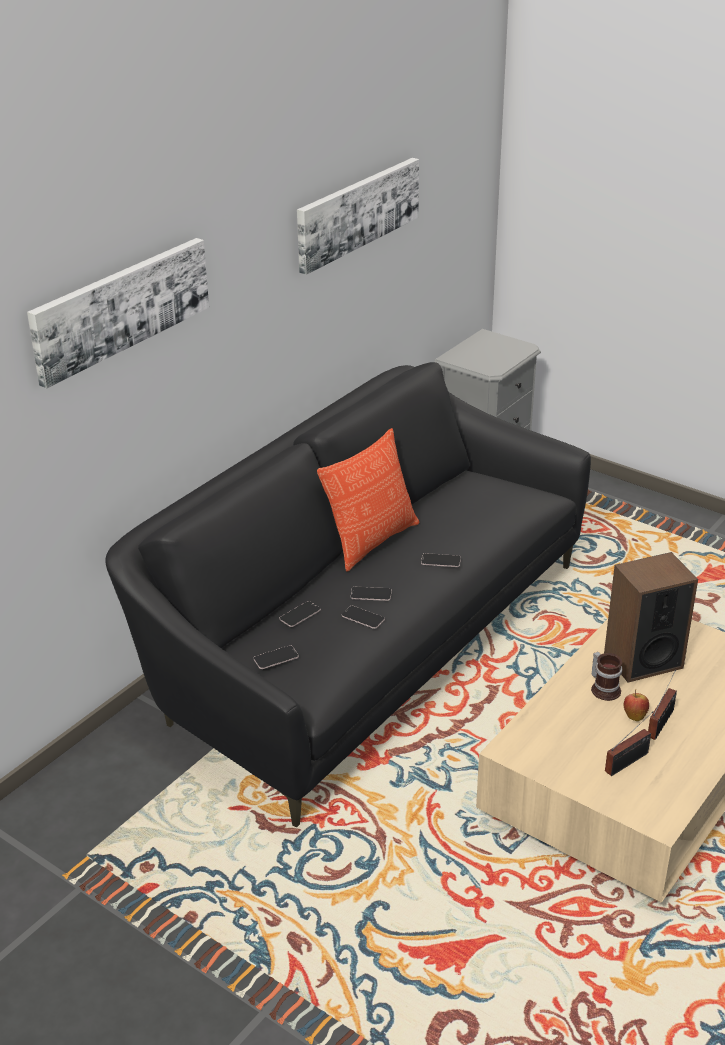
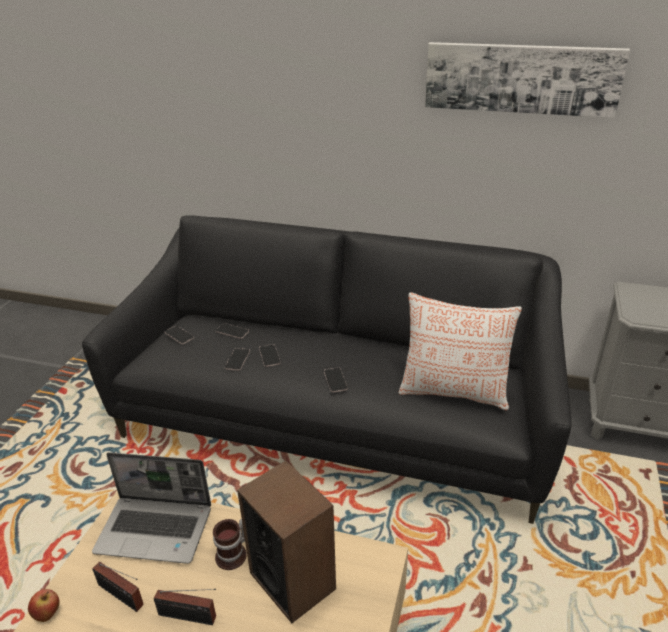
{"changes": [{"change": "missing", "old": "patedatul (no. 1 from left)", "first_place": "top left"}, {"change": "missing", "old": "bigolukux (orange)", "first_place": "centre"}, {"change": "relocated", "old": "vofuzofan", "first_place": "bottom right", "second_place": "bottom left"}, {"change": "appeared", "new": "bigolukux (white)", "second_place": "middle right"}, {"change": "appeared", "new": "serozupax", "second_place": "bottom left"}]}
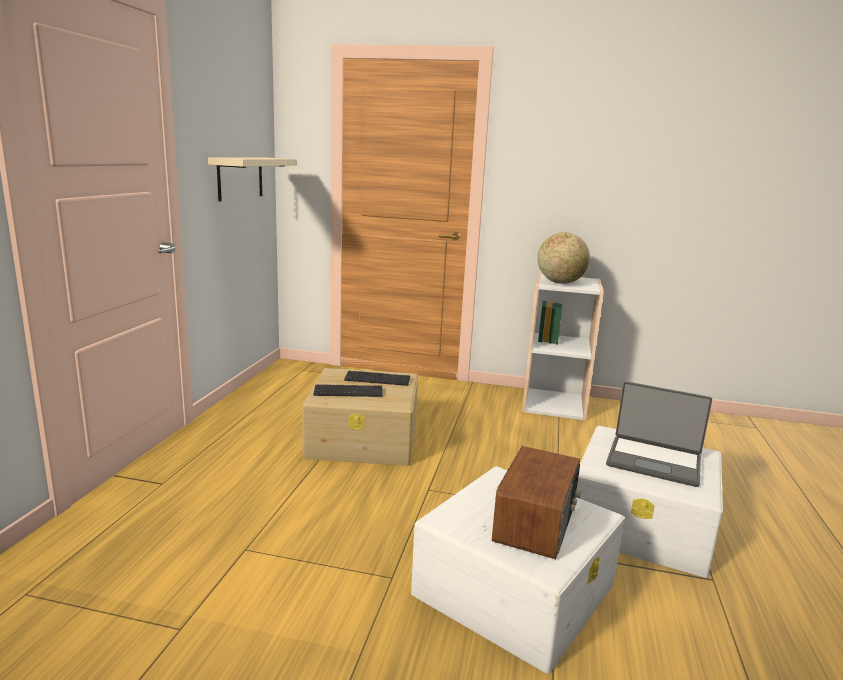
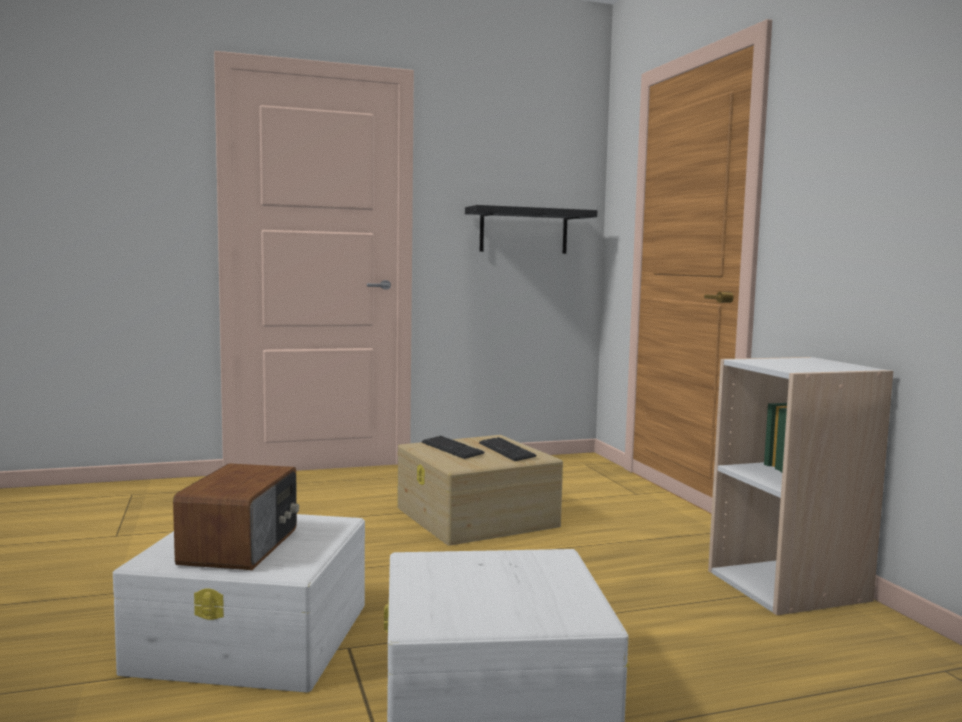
{"changes": [{"change": "colour", "old": "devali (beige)", "new": "devali (black)", "first_place": "top left", "second_place": "top centre"}, {"change": "missing", "old": "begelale", "first_place": "middle right"}, {"change": "missing", "old": "serozupax", "first_place": "middle right"}, {"change": "spun", "old": "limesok", "first_place": "bottom centre", "second_place": "bottom left", "degrees": -75}]}
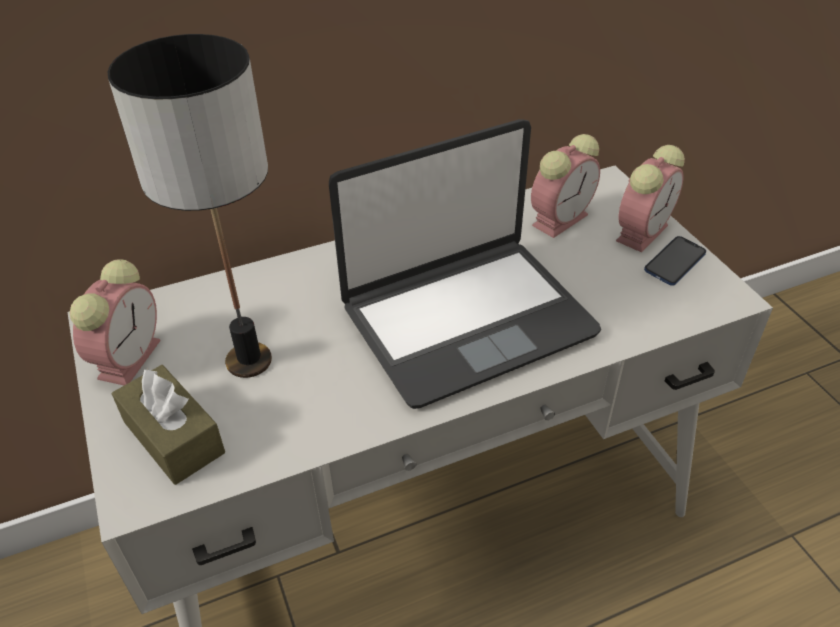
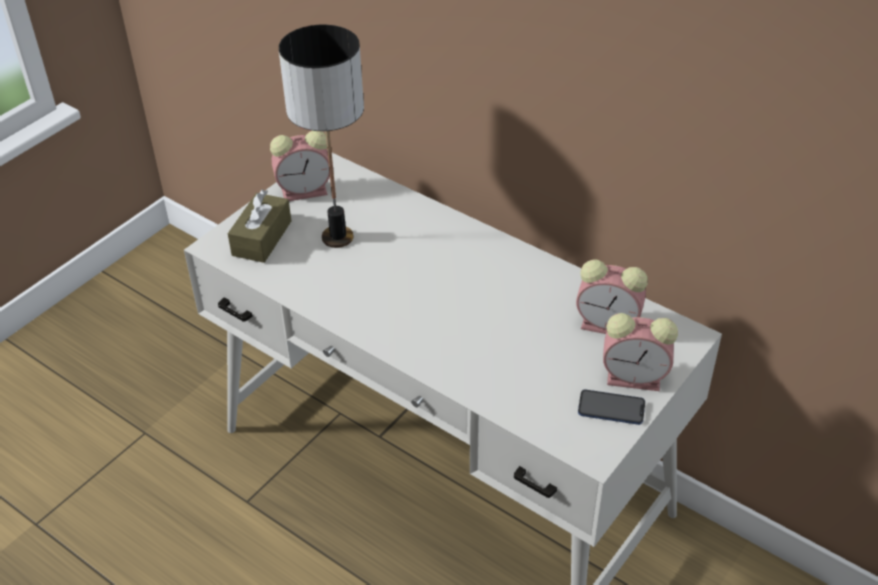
{"changes": [{"change": "missing", "old": "serozupax", "first_place": "centre"}]}
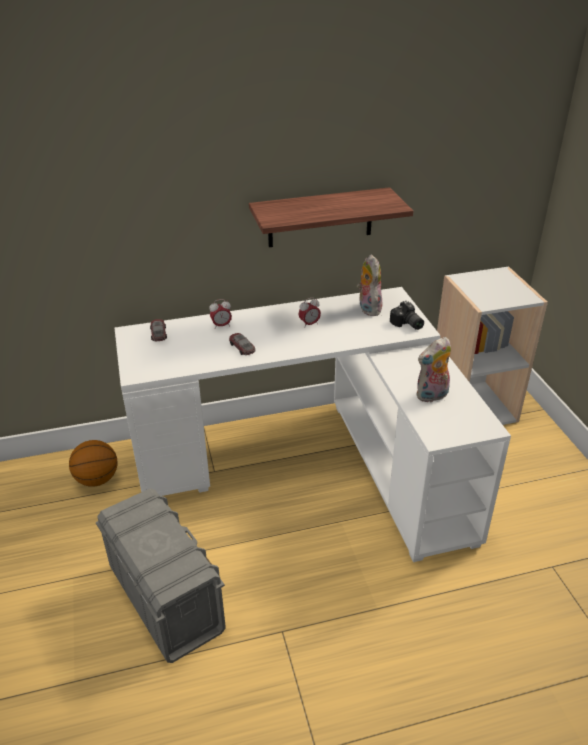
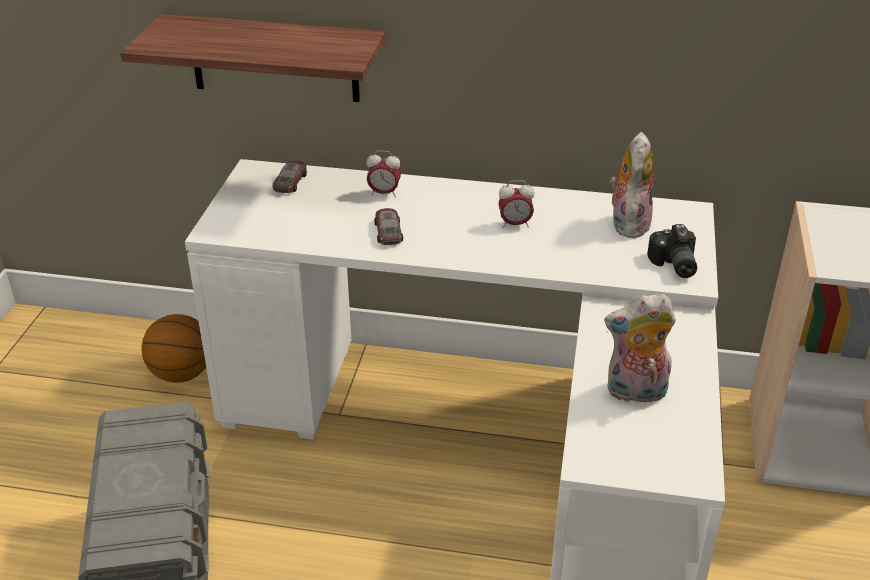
{"changes": [{"change": "relocated", "old": "devali", "first_place": "top centre", "second_place": "top left"}]}
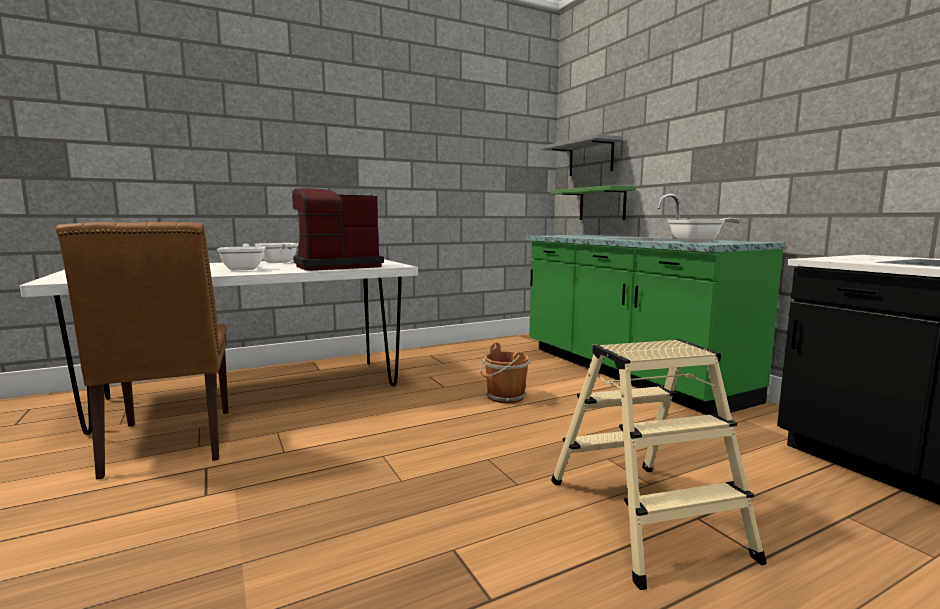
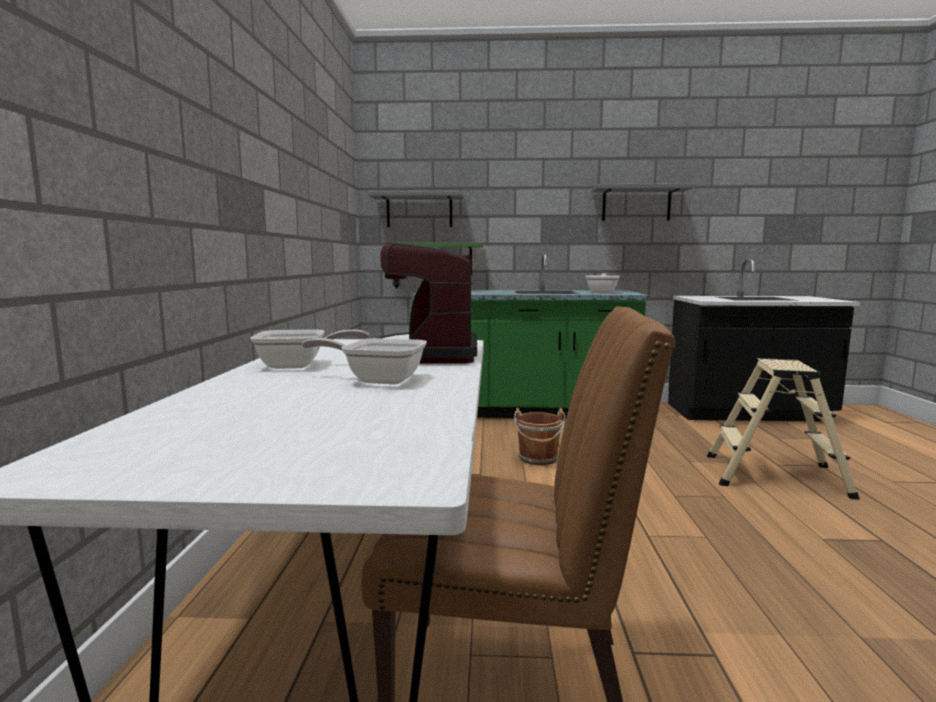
{"changes": [{"change": "appeared", "new": "devali (grey) (no. 2 from left)", "second_place": "top right"}]}
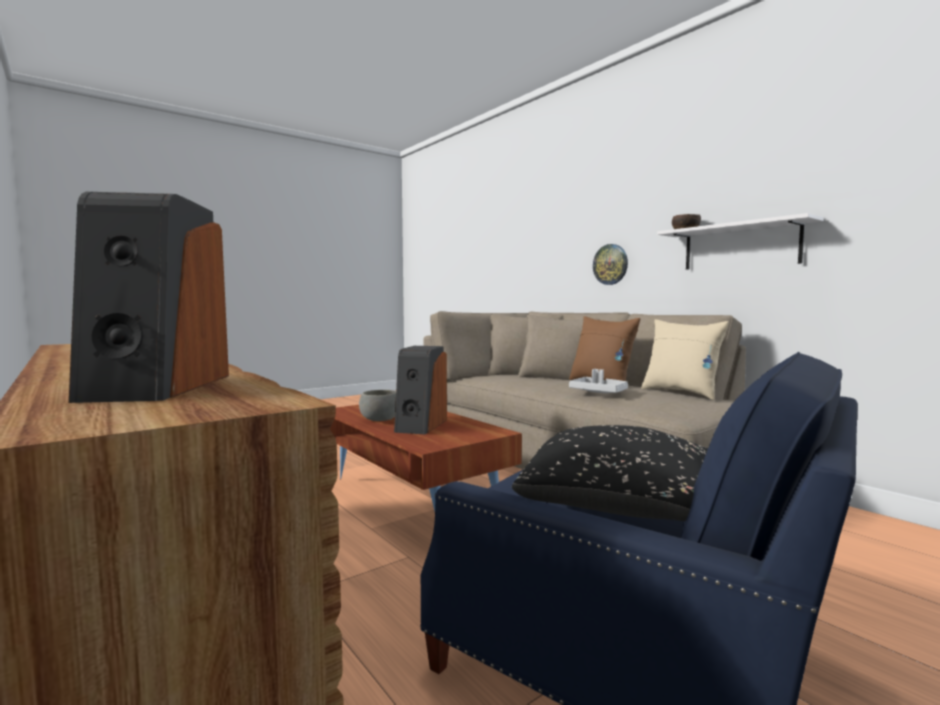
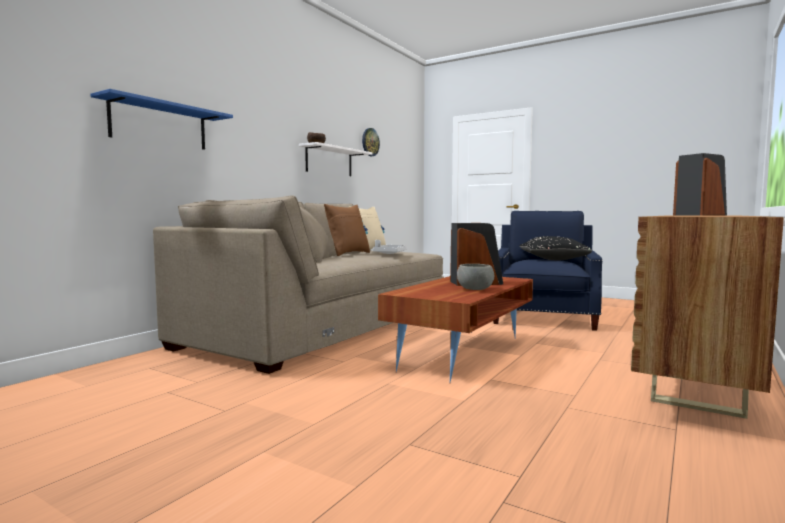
{"changes": [{"change": "relocated", "old": "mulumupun", "first_place": "centre", "second_place": "top centre"}, {"change": "appeared", "new": "devali (blue)", "second_place": "top left"}]}
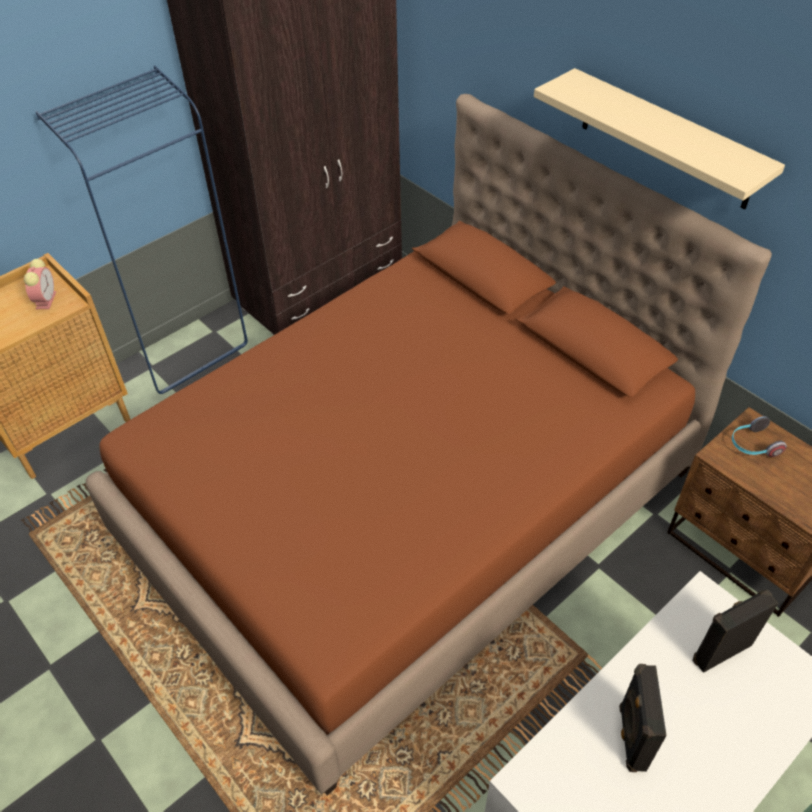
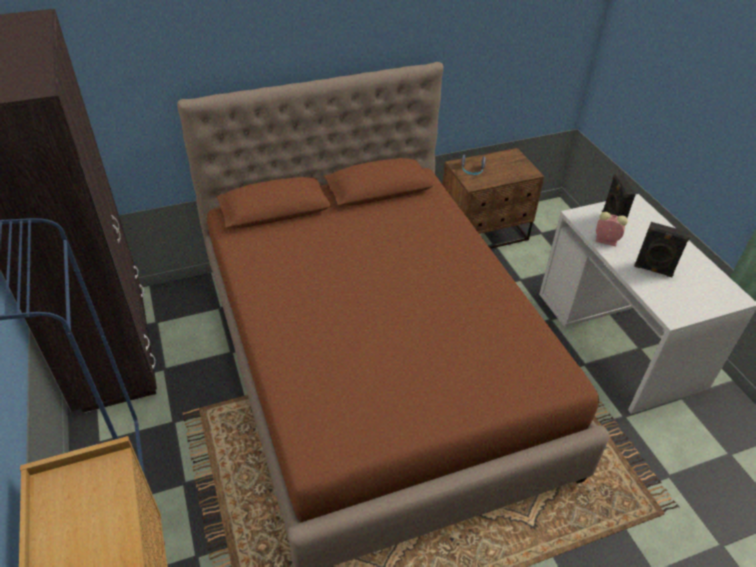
{"changes": [{"change": "missing", "old": "devali (beige)", "first_place": "top right"}, {"change": "relocated", "old": "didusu", "first_place": "middle left", "second_place": "middle right"}]}
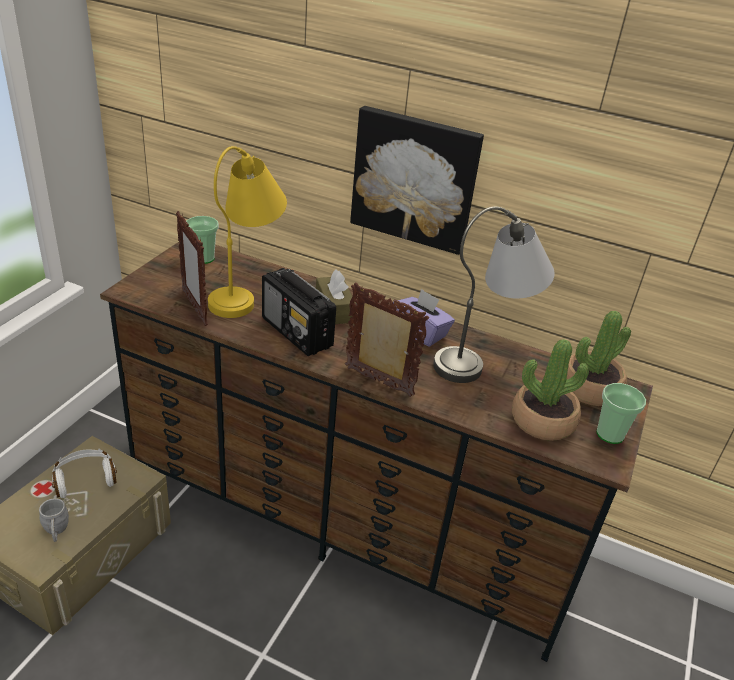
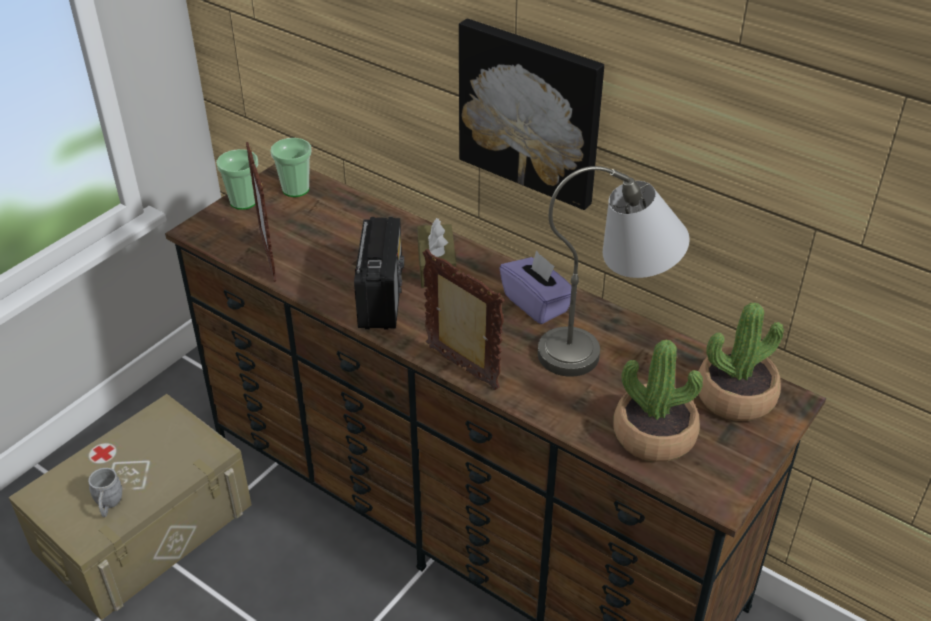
{"changes": [{"change": "missing", "old": "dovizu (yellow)", "first_place": "centre"}, {"change": "spun", "old": "limesok", "first_place": "centre", "second_place": "centre", "degrees": -150}, {"change": "relocated", "old": "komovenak (no. 2 from left in the first image)", "new": "komovenak (no. 1 from left)", "first_place": "middle right", "second_place": "top left"}, {"change": "missing", "old": "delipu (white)", "first_place": "bottom left"}]}
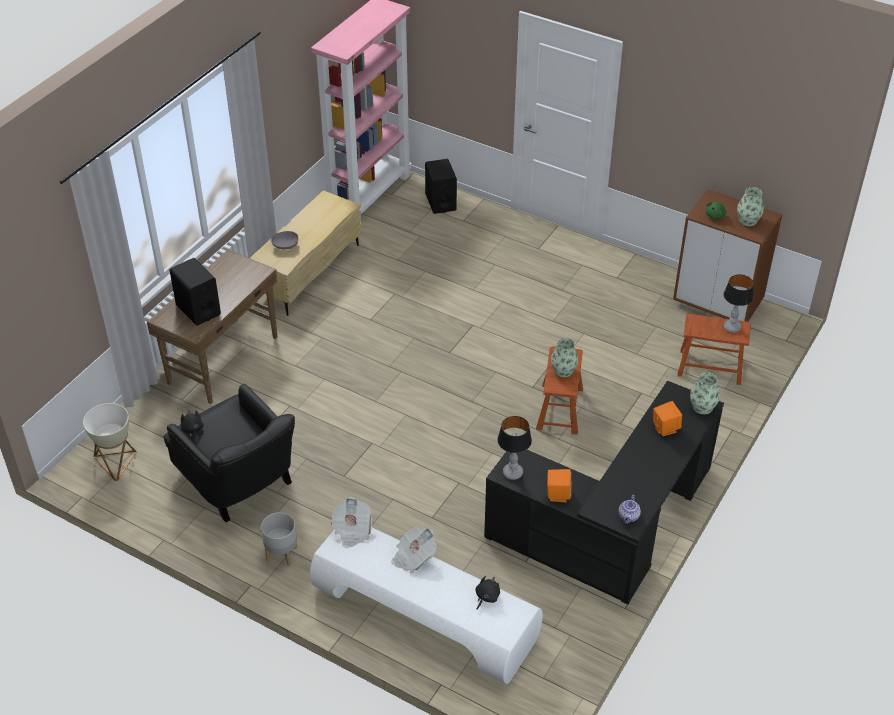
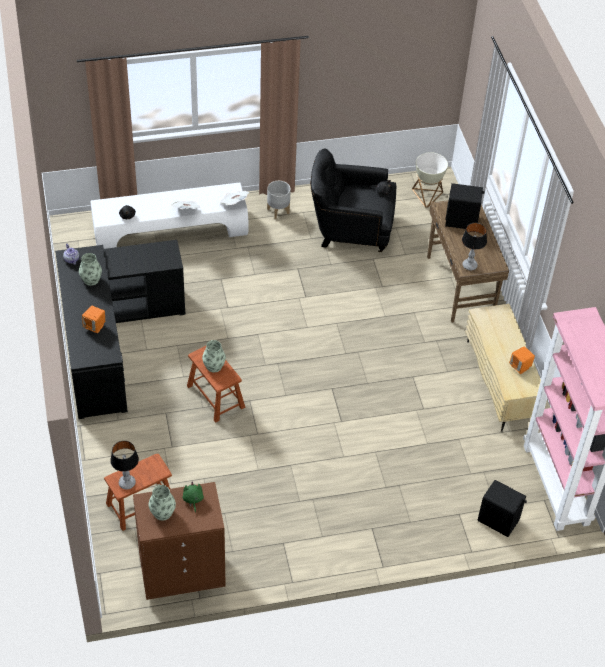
{"changes": [{"change": "missing", "old": "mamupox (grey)", "first_place": "middle left"}, {"change": "relocated", "old": "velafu (no. 2 from left in the first image)", "new": "velafu (no. 1 from left)", "first_place": "middle right", "second_place": "middle left"}, {"change": "relocated", "old": "dovizu (no. 1 from left in the first image)", "new": "dovizu (no. 2 from left)", "first_place": "centre", "second_place": "middle right"}, {"change": "relocated", "old": "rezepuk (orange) (no. 1 from left in the first image)", "new": "rezepuk (orange) (no. 2 from left)", "first_place": "bottom centre", "second_place": "middle right"}]}
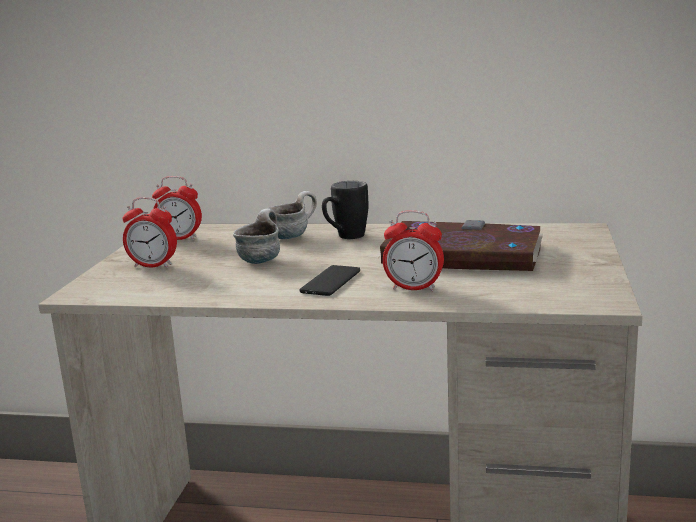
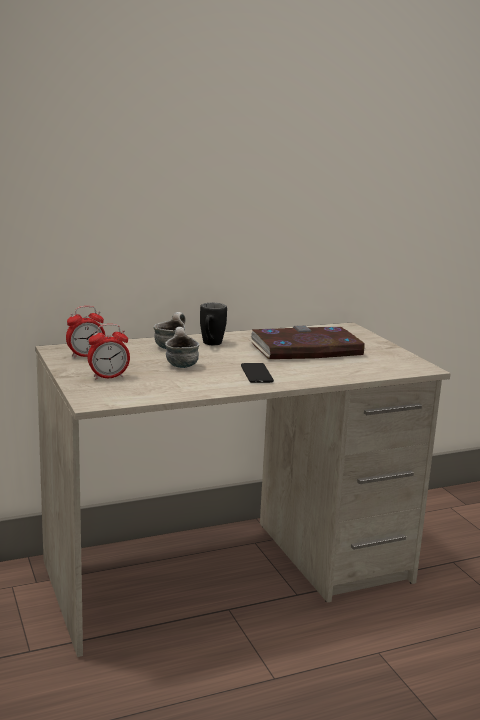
{"changes": [{"change": "missing", "old": "didusu (no. 3 from left)", "first_place": "centre"}]}
